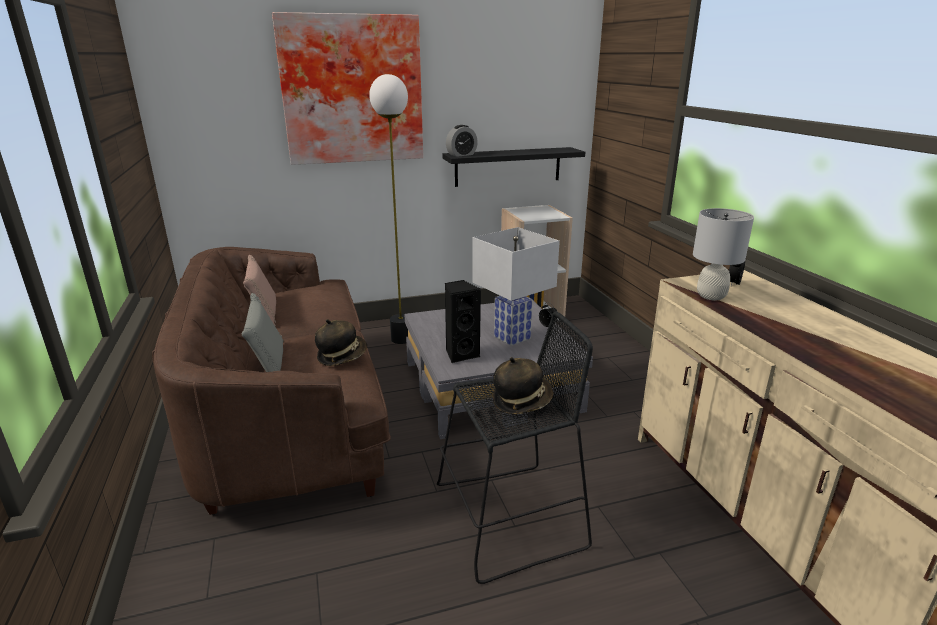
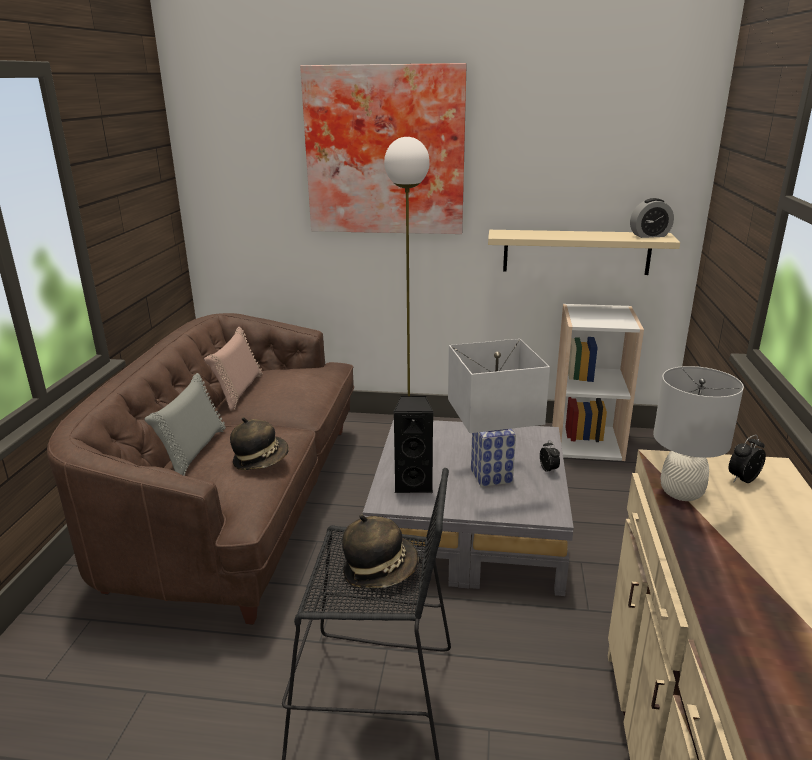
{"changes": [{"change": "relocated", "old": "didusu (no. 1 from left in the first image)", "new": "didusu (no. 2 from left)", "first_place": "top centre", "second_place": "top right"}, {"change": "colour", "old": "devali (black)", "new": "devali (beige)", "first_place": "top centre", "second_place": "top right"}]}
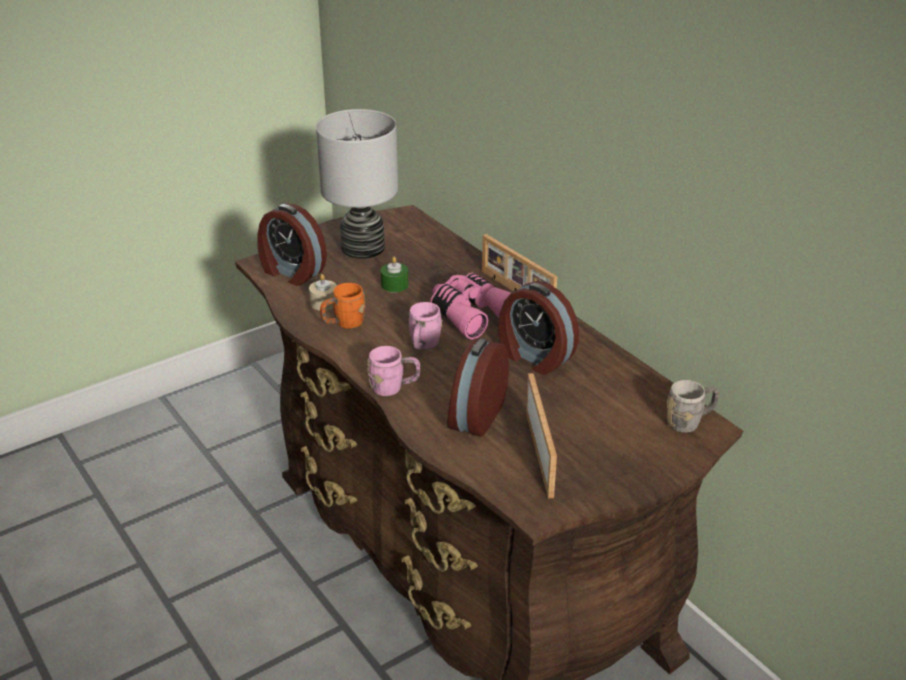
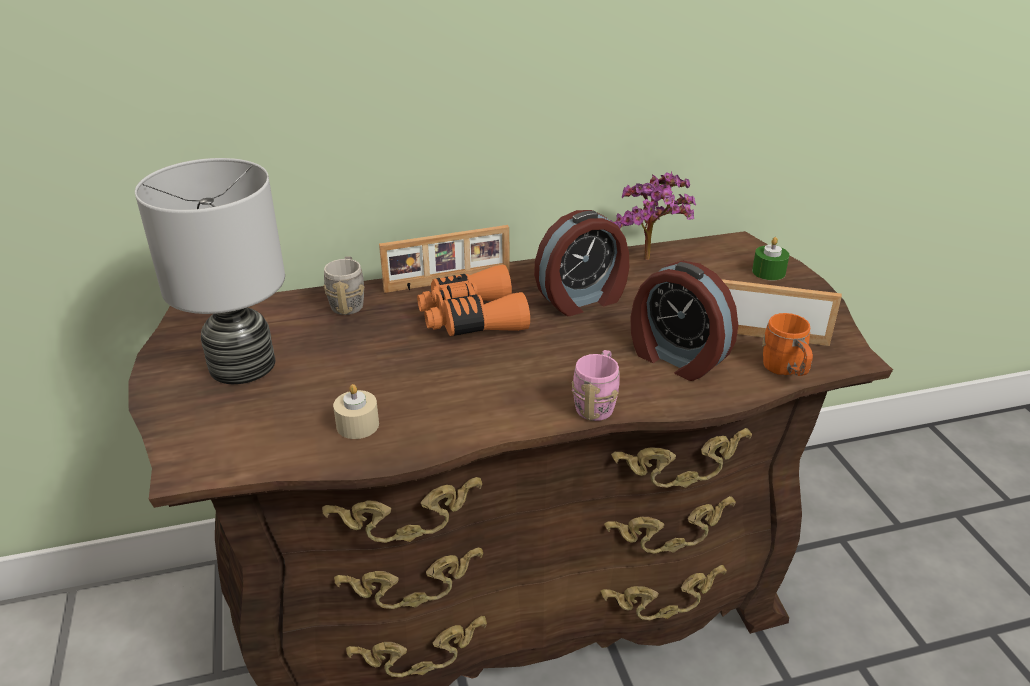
{"changes": [{"change": "missing", "old": "didusu (no. 1 from left)", "first_place": "middle left"}, {"change": "relocated", "old": "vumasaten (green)", "first_place": "centre", "second_place": "middle right"}, {"change": "colour", "old": "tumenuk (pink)", "new": "tumenuk (orange)", "first_place": "centre", "second_place": "centre"}, {"change": "relocated", "old": "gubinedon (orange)", "first_place": "centre", "second_place": "middle right"}, {"change": "missing", "old": "gubinedon (pink) (no. 2 from left)", "first_place": "centre"}, {"change": "relocated", "old": "gubinedon (grey)", "first_place": "middle right", "second_place": "middle left"}, {"change": "appeared", "new": "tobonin", "second_place": "top centre"}]}
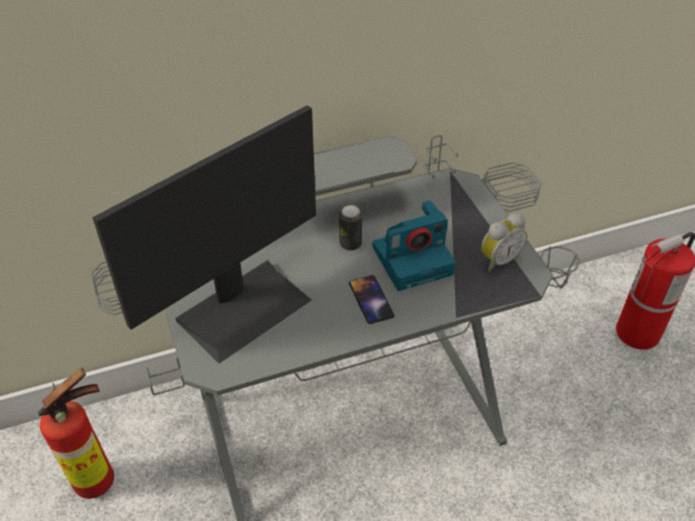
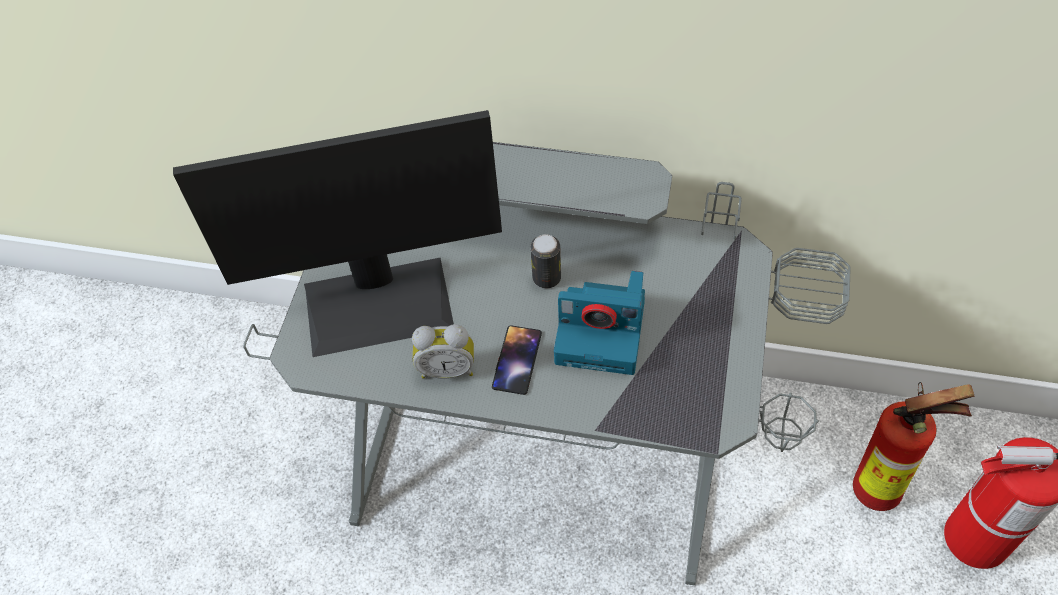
{"changes": [{"change": "relocated", "old": "didusu", "first_place": "middle right", "second_place": "centre"}, {"change": "relocated", "old": "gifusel (no. 1 from left)", "first_place": "bottom left", "second_place": "bottom right"}]}
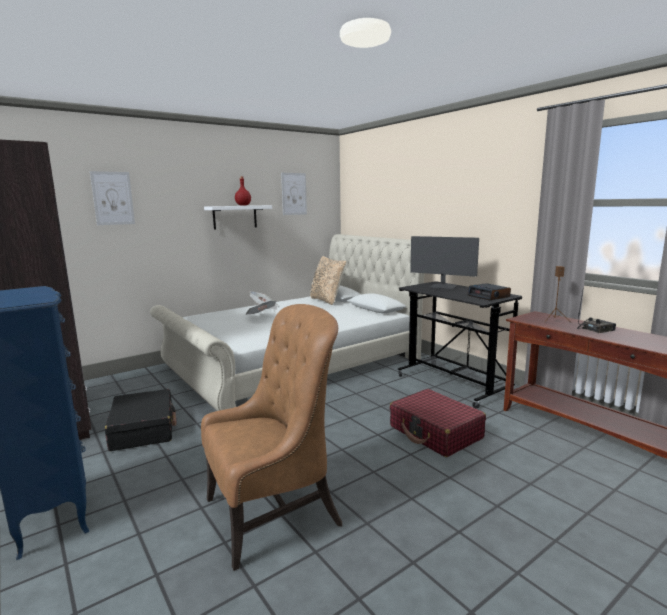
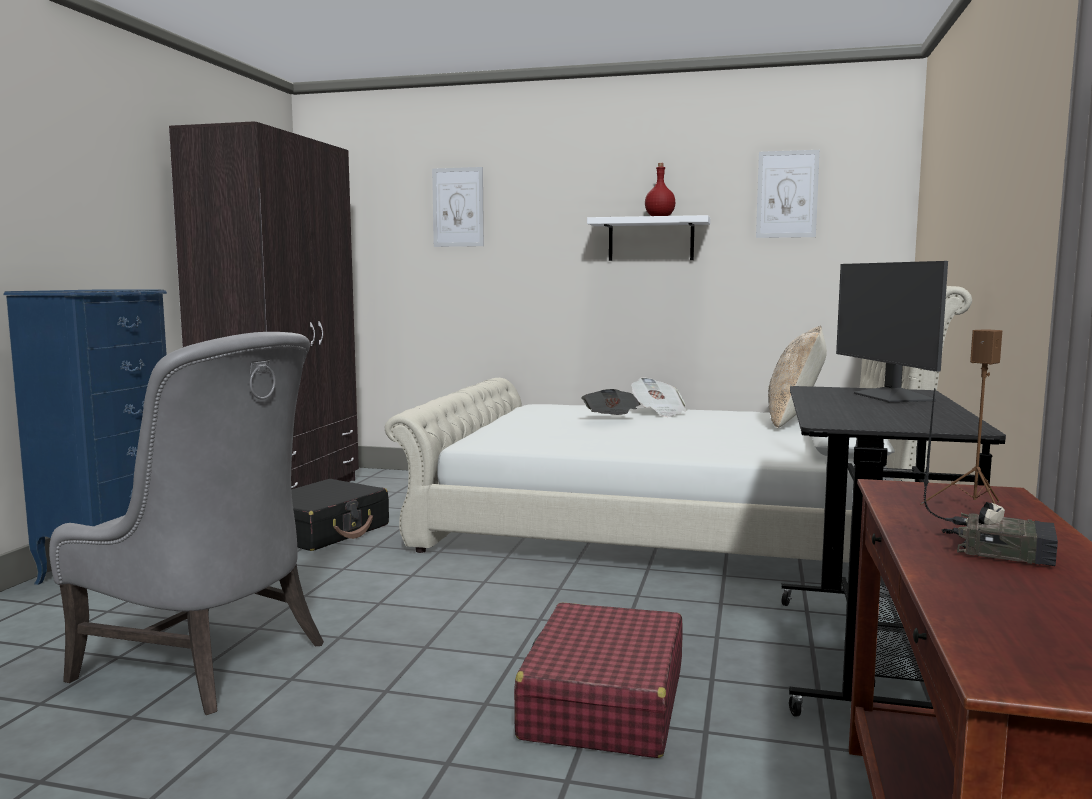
{"changes": [{"change": "missing", "old": "didusu", "first_place": "middle right"}, {"change": "colour", "old": "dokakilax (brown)", "new": "dokakilax (grey)", "first_place": "bottom centre", "second_place": "middle left"}]}
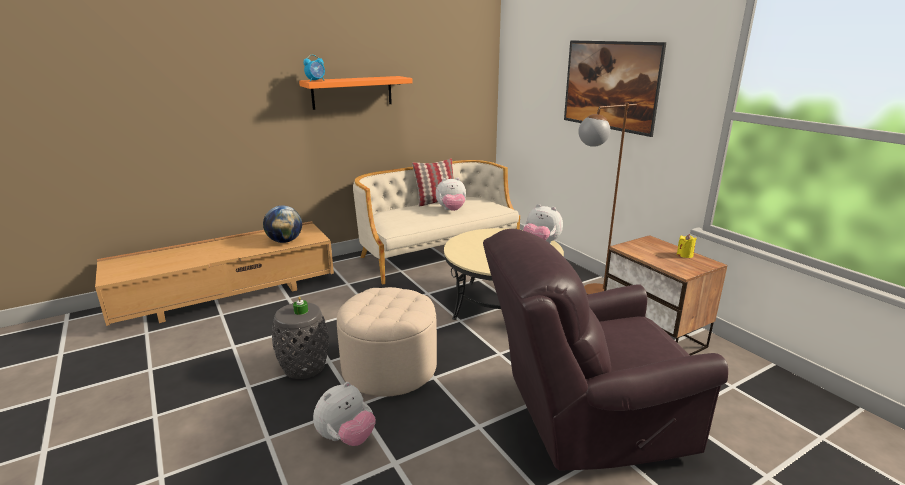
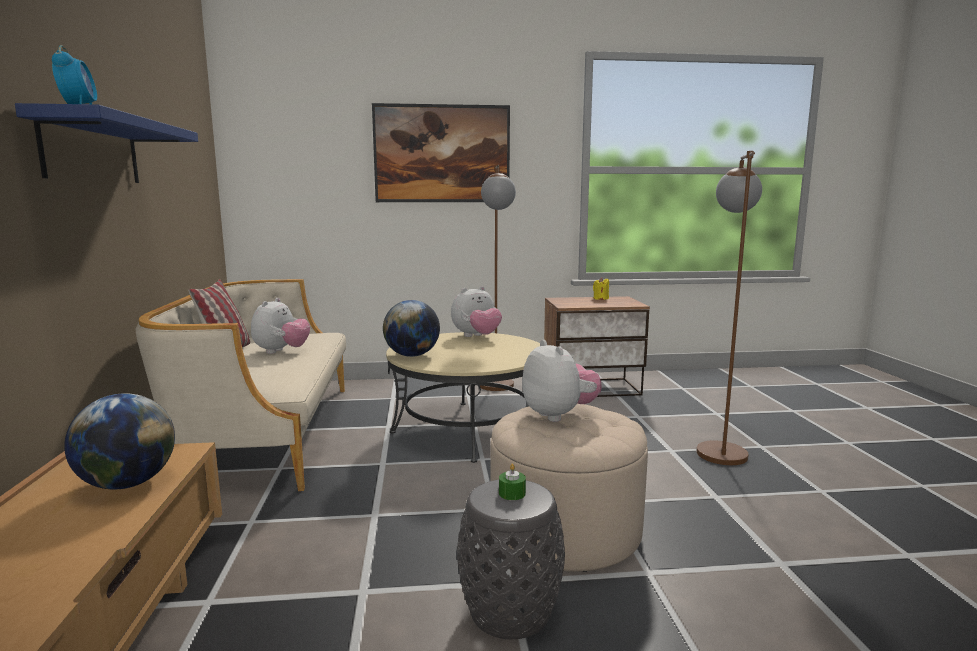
{"changes": [{"change": "colour", "old": "devali (orange)", "new": "devali (blue)", "first_place": "top centre", "second_place": "top left"}, {"change": "exchanged", "old": "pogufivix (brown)", "new": "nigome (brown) (no. 2 from left)", "first_place": "bottom right", "second_place": "middle right"}, {"change": "relocated", "old": "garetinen (no. 1 from left in the first image)", "new": "garetinen (no. 3 from left)", "first_place": "bottom centre", "second_place": "centre"}, {"change": "appeared", "new": "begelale (no. 2 from left)", "second_place": "centre"}]}
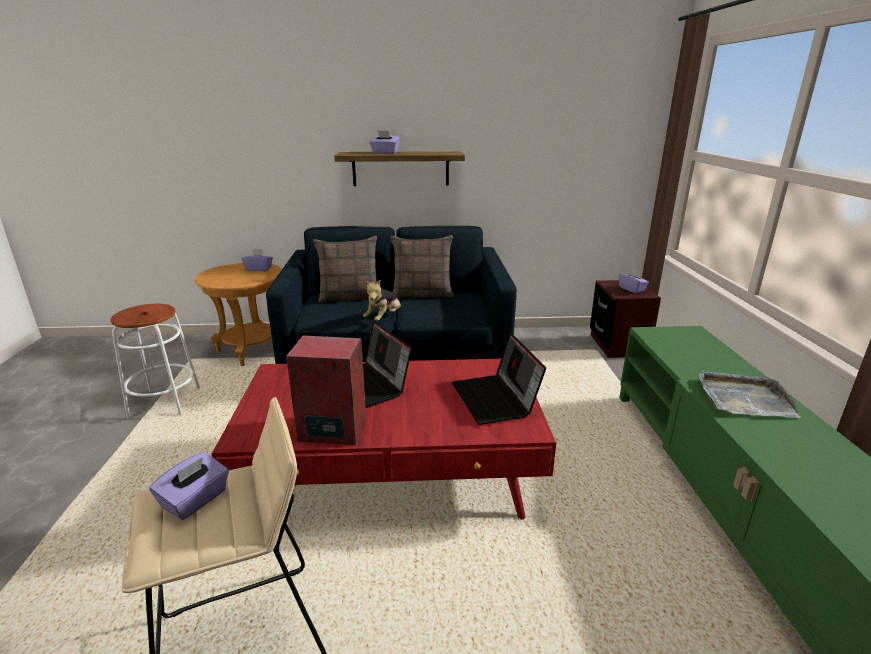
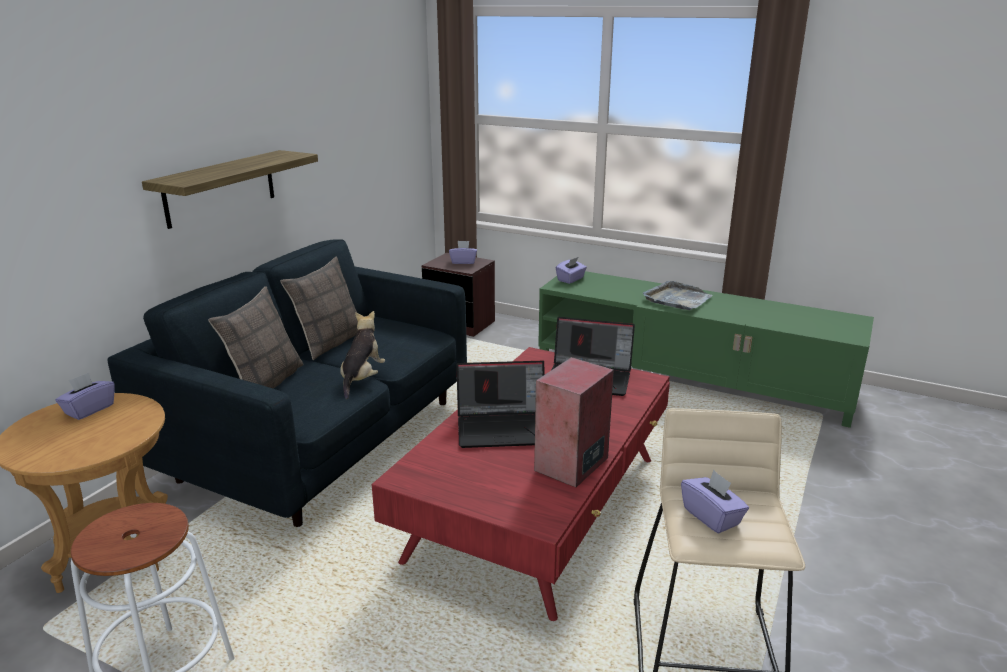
{"changes": [{"change": "relocated", "old": "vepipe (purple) (no. 3 from left)", "first_place": "top centre", "second_place": "centre"}, {"change": "spun", "old": "garetinen", "first_place": "centre", "second_place": "centre", "degrees": -135}]}
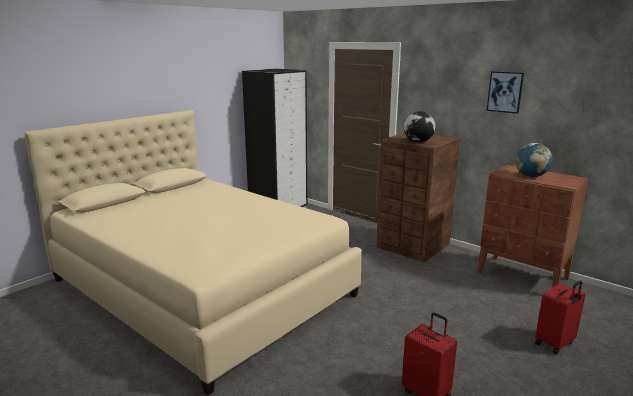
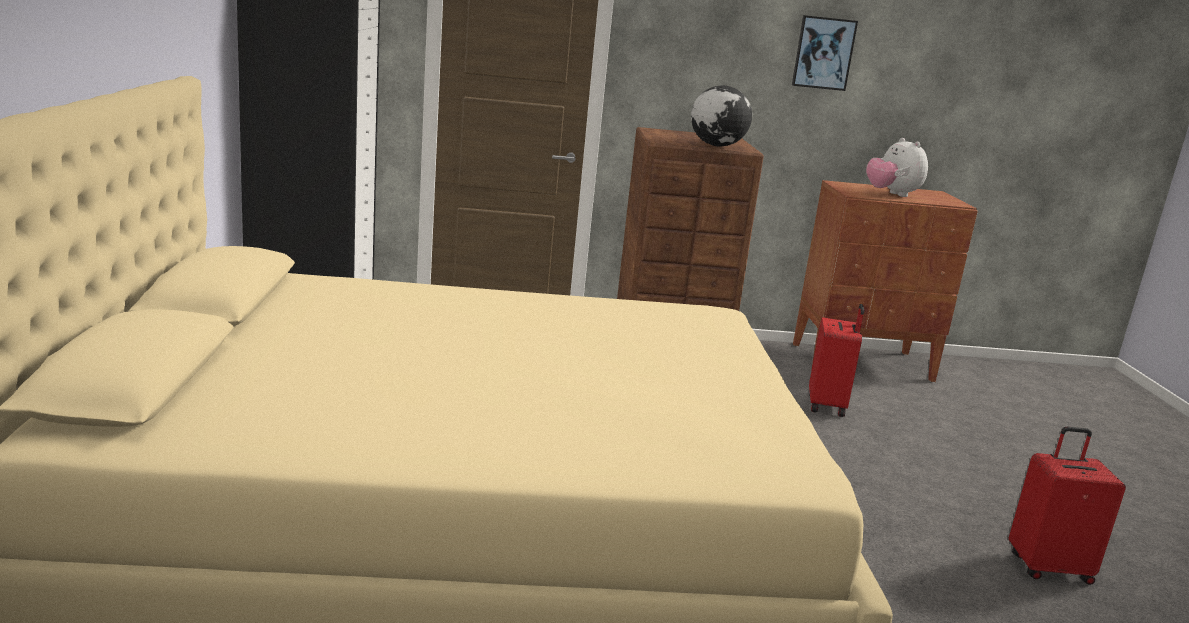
{"changes": [{"change": "exchanged", "old": "begelale (no. 2 from left)", "new": "garetinen", "first_place": "middle right", "second_place": "top right"}, {"change": "relocated", "old": "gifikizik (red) (no. 2 from left in the first image)", "new": "gifikizik (red) (no. 1 from left)", "first_place": "bottom right", "second_place": "middle right"}]}
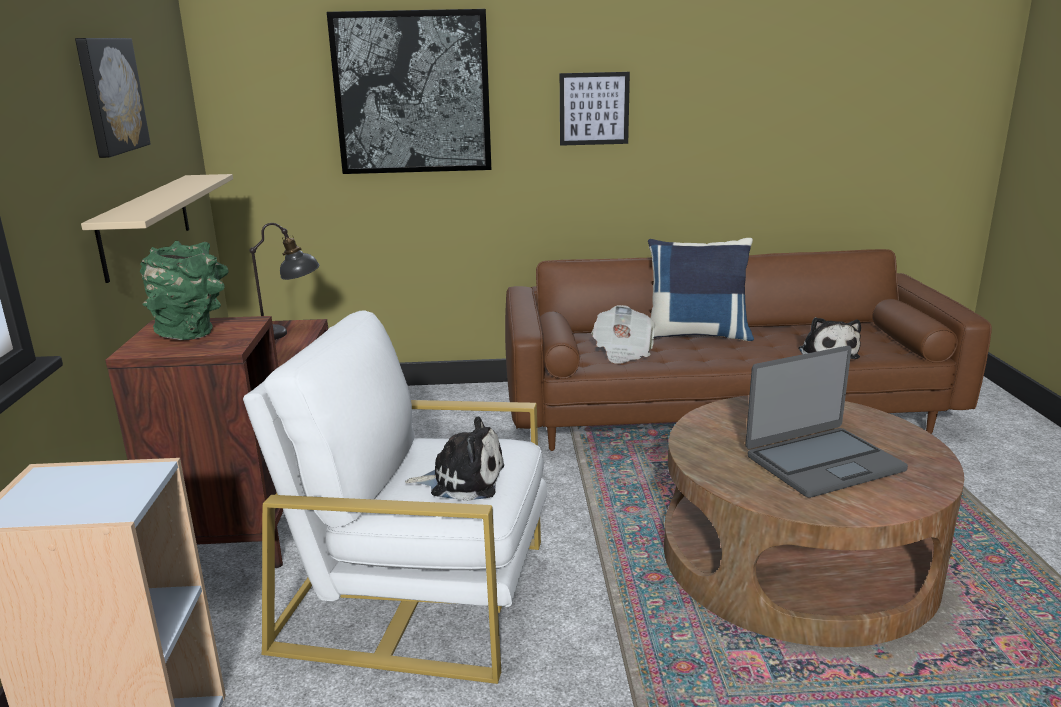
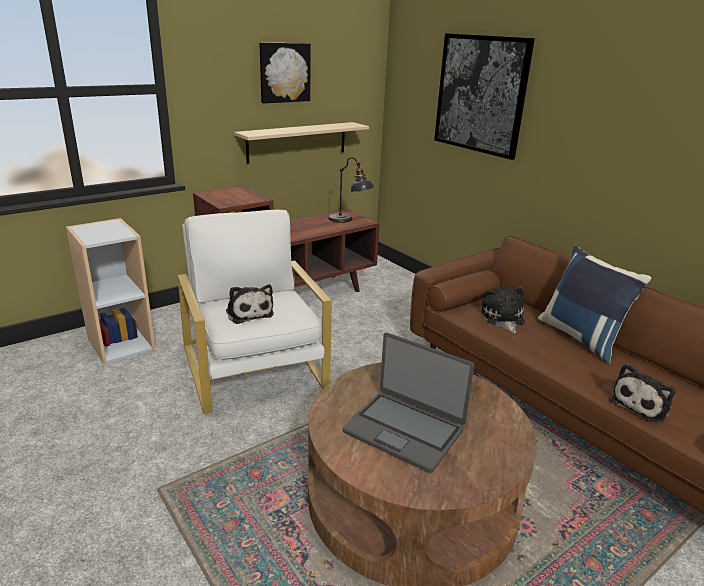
{"changes": [{"change": "missing", "old": "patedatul (no. 3 from left)", "first_place": "top centre"}, {"change": "missing", "old": "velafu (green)", "first_place": "middle left"}, {"change": "exchanged", "old": "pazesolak", "new": "garetinen (no. 2 from left)", "first_place": "centre", "second_place": "middle right"}]}
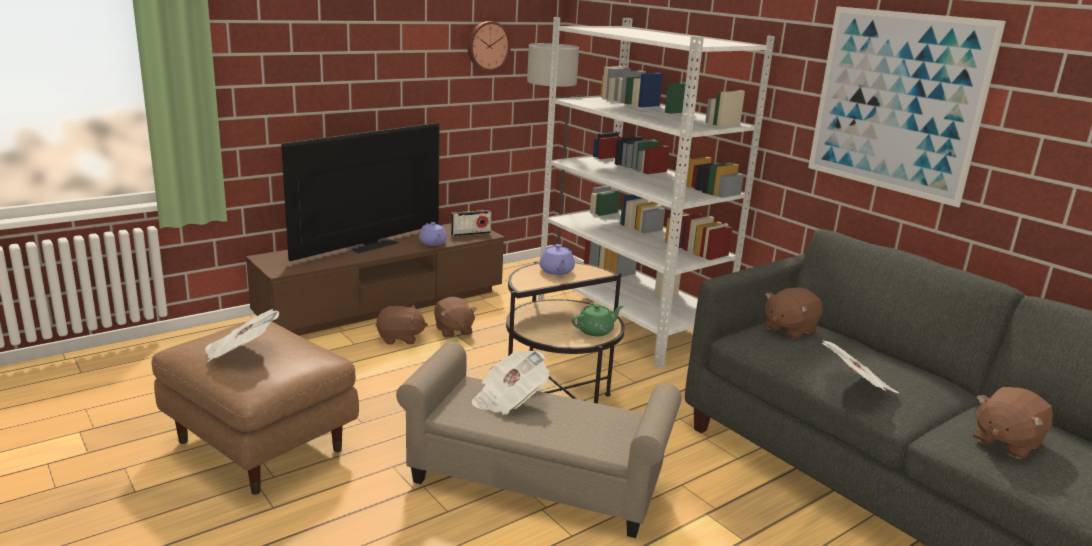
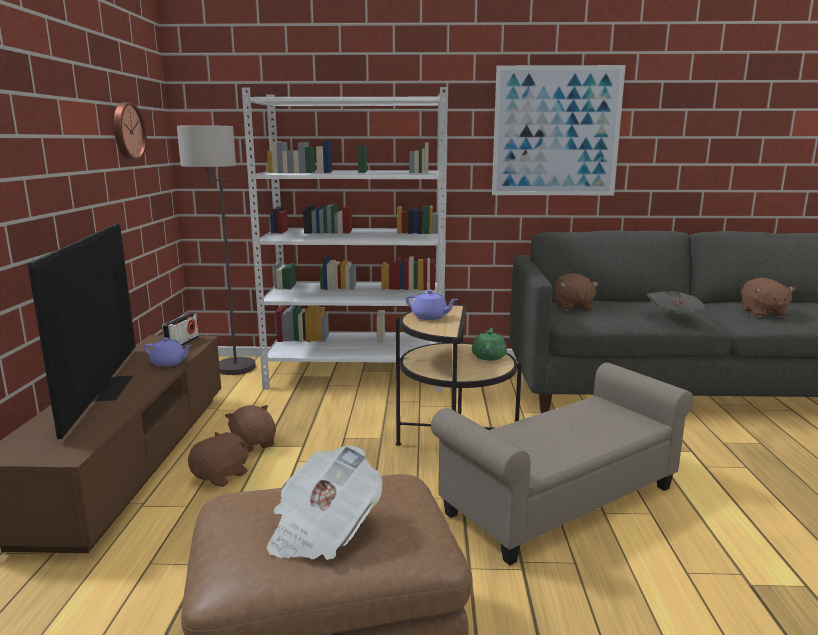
{"changes": [{"change": "spun", "old": "garetinen (brown) (no. 2 from left)", "first_place": "centre", "second_place": "bottom left", "degrees": -135}, {"change": "missing", "old": "pazesolak (no. 2 from left)", "first_place": "bottom centre"}]}
